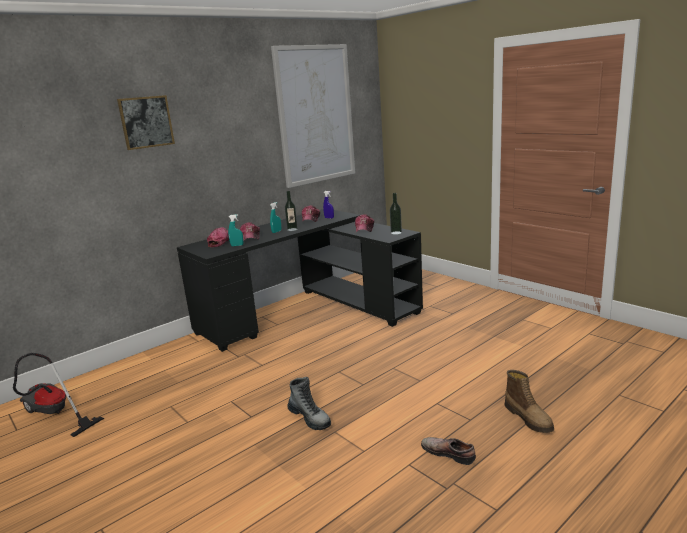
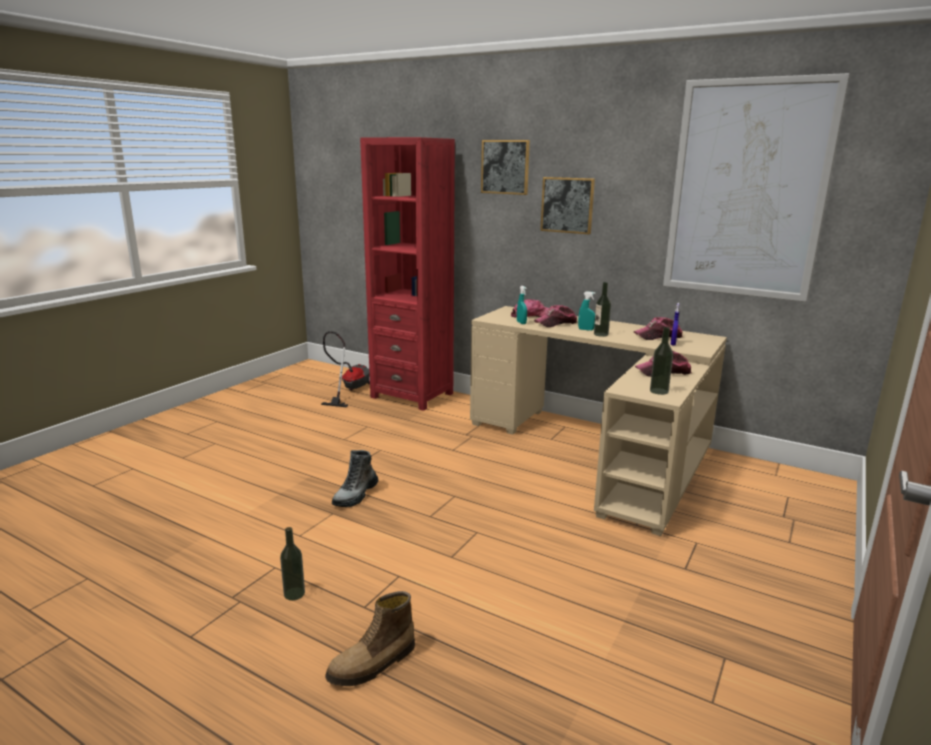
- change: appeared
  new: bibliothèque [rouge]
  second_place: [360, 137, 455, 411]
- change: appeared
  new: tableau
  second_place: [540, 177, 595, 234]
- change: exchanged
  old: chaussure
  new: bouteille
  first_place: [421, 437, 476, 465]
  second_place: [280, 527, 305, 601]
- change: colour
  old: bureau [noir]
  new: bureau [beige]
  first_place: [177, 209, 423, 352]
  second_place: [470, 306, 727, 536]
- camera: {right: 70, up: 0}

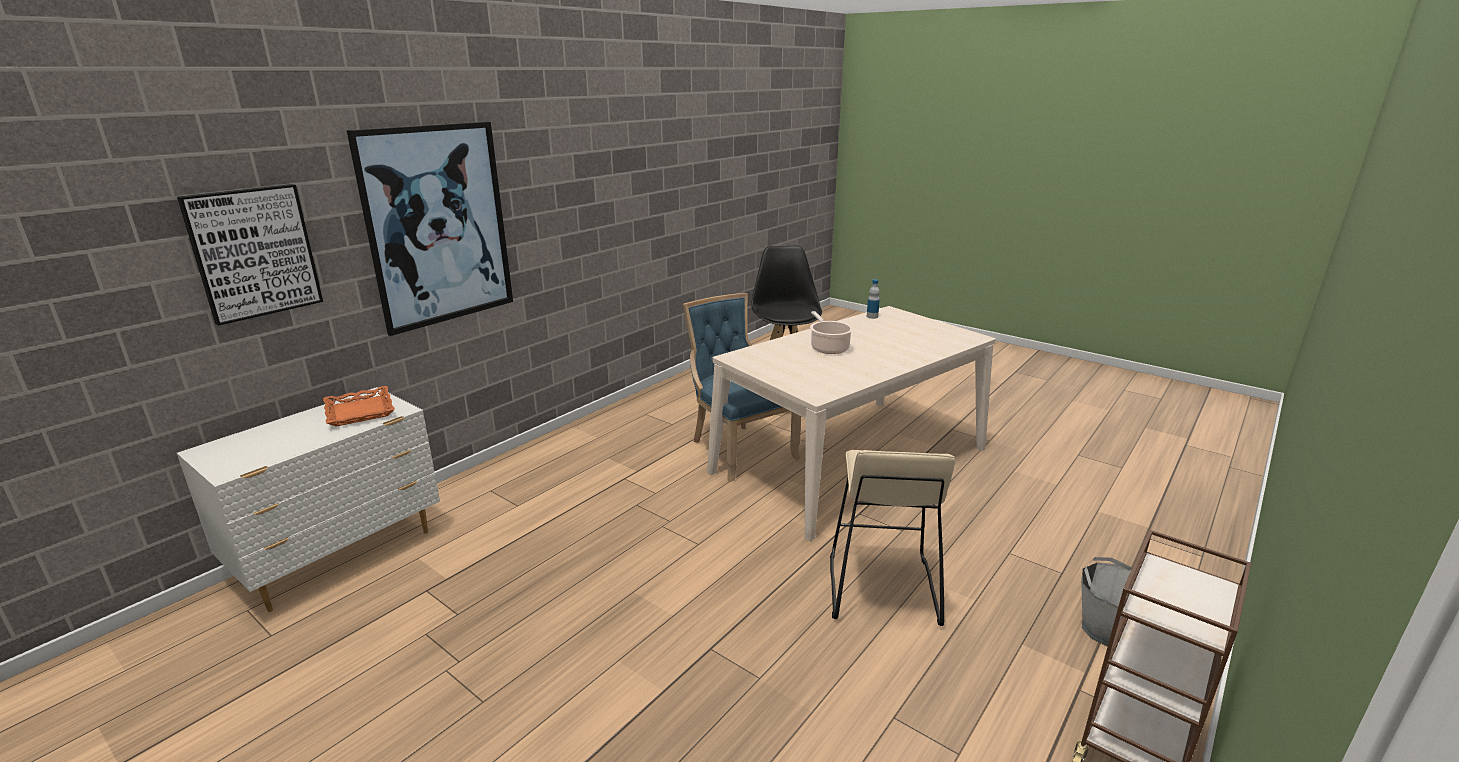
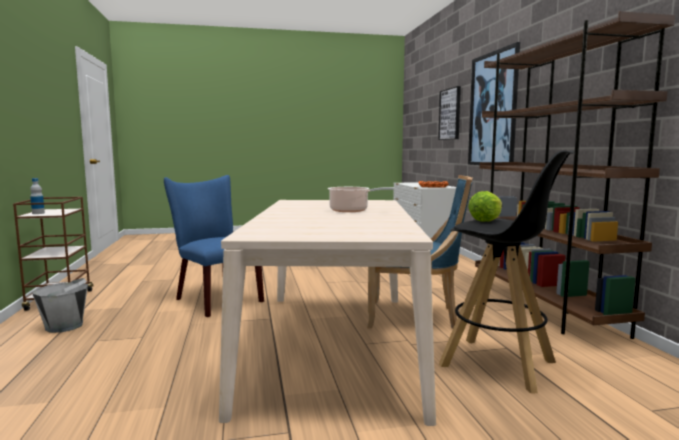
- change: appeared
  new: laitue
  second_place: [468, 191, 502, 222]
- change: appeared
  new: bibliothèque [marron]
  second_place: [475, 11, 675, 339]
- change: relocated
  old: bouteille
  first_place: [867, 279, 880, 319]
  second_place: [30, 178, 45, 214]
- change: exchanged
  old: tabouret [beige]
  new: chaise [bleu]
  first_place: [830, 450, 955, 626]
  second_place: [164, 175, 264, 317]
- camera: {right: 130, up: -15}

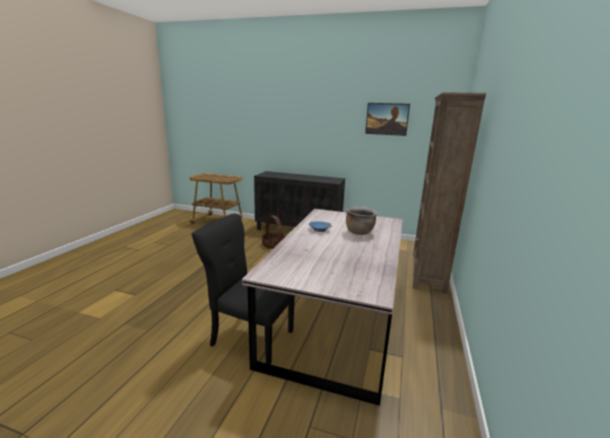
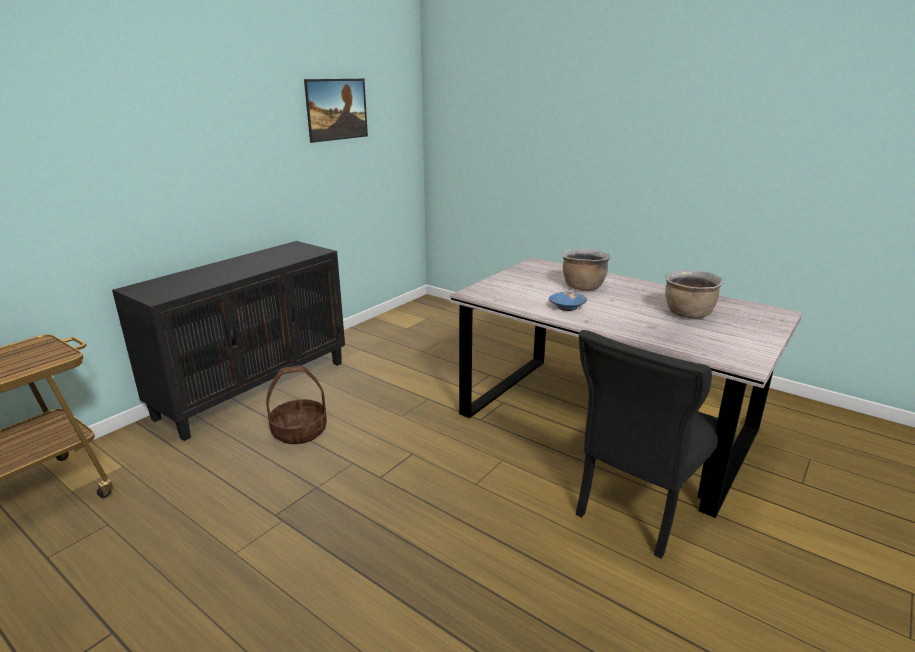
- change: missing
  old: bibliothèque [marron]
  first_place: [413, 92, 486, 294]
- change: appeared
  new: marmite [marron]
  second_place: [665, 270, 723, 319]
- camera: {right: -70, up: 5}

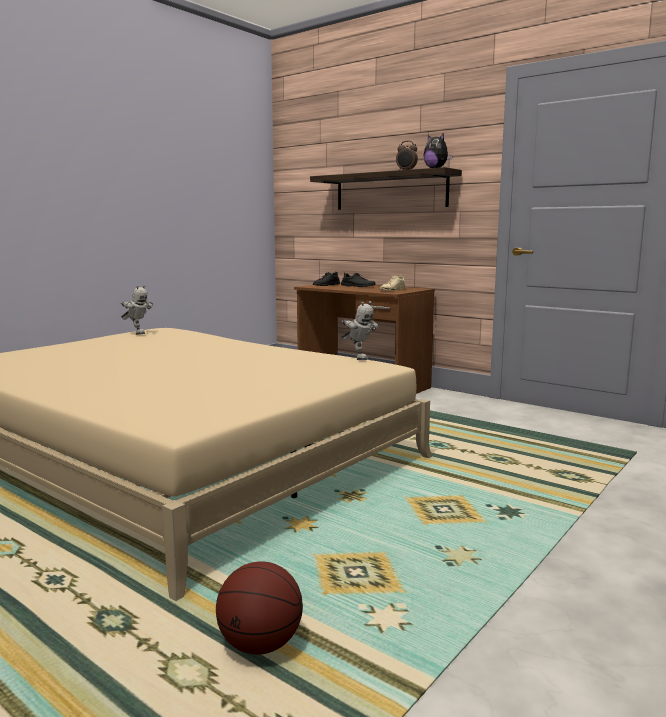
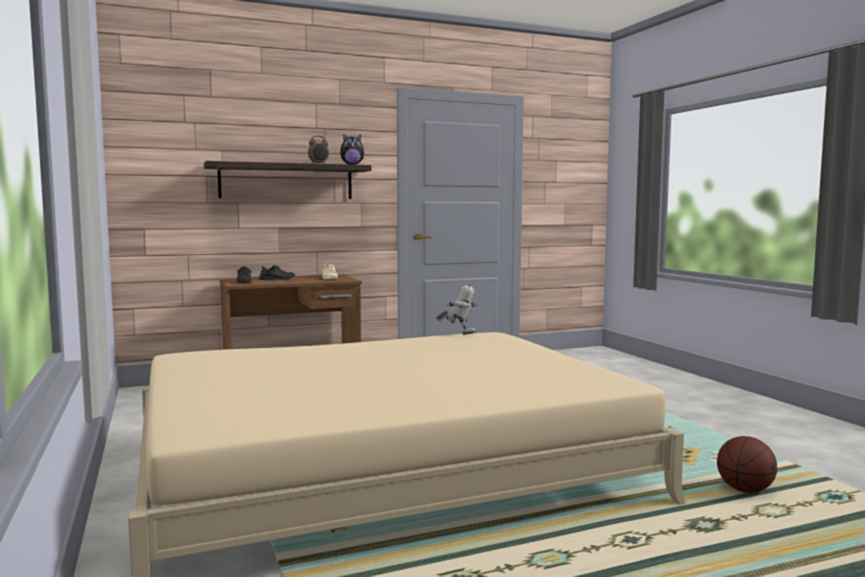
- change: missing
  old: robot jouet
  first_place: [120, 285, 153, 335]
- camera: {right: -60, up: -5}

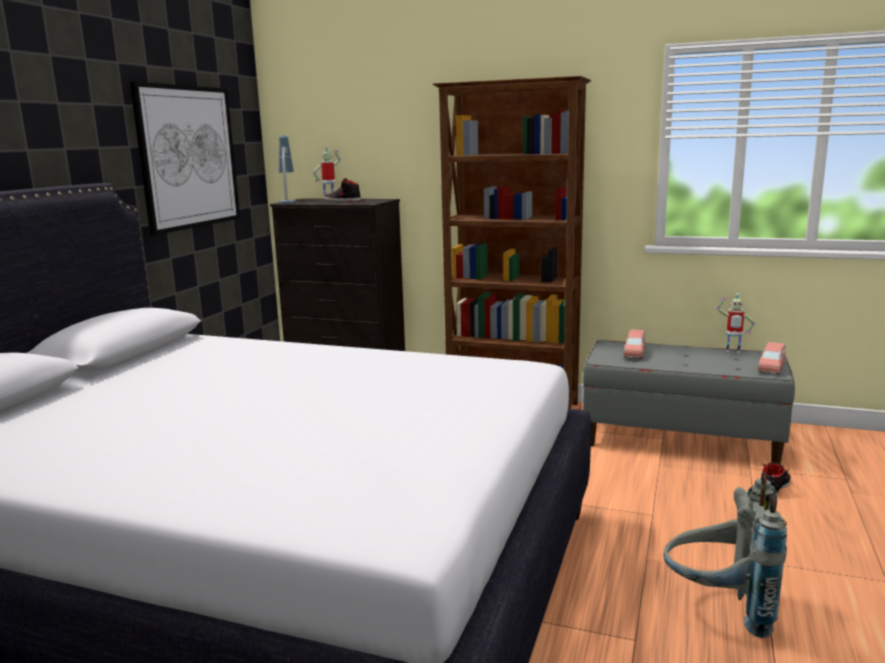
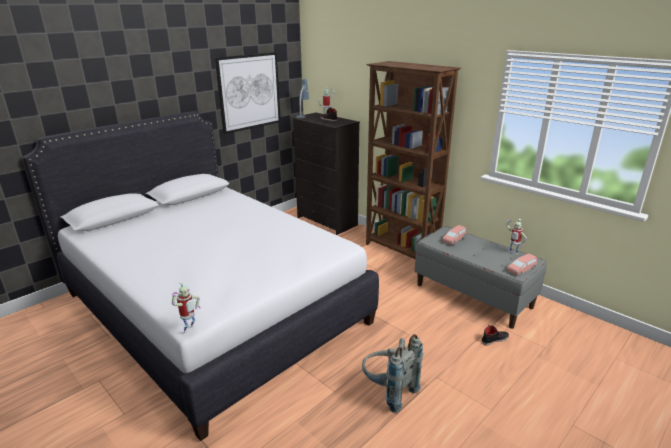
- change: appeared
  new: robot jouet
  second_place: [172, 282, 201, 333]
- camera: {right: 25, up: 10}

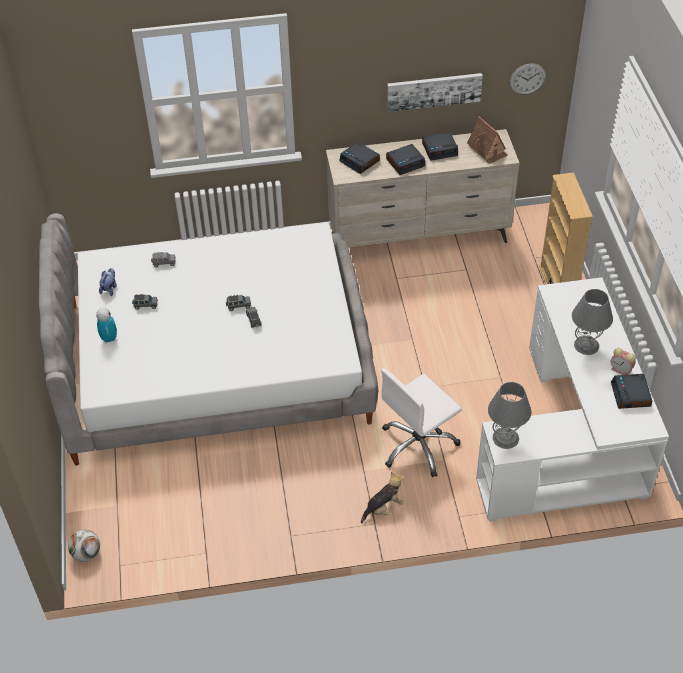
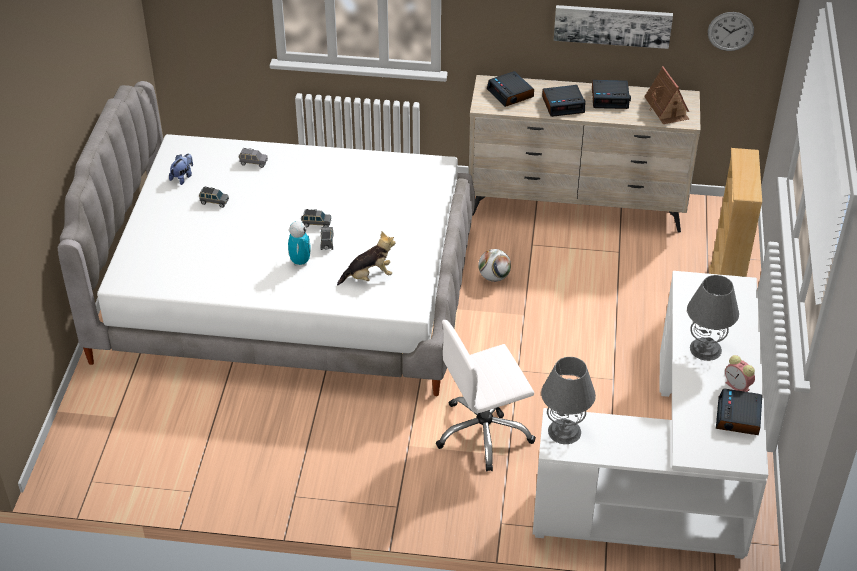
- change: relocated
  old: ballon de foot
  first_place: [68, 530, 100, 562]
  second_place: [478, 249, 511, 282]
- change: relocated
  old: robot jouet
  first_place: [96, 308, 117, 343]
  second_place: [288, 221, 311, 266]
- change: relocated
  old: peluche
  first_place: [361, 472, 404, 524]
  second_place: [337, 231, 395, 286]
- camera: {right: 15, up: -5}

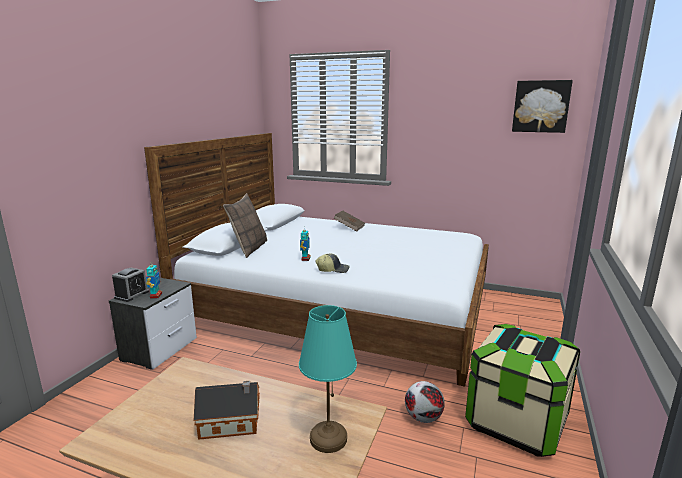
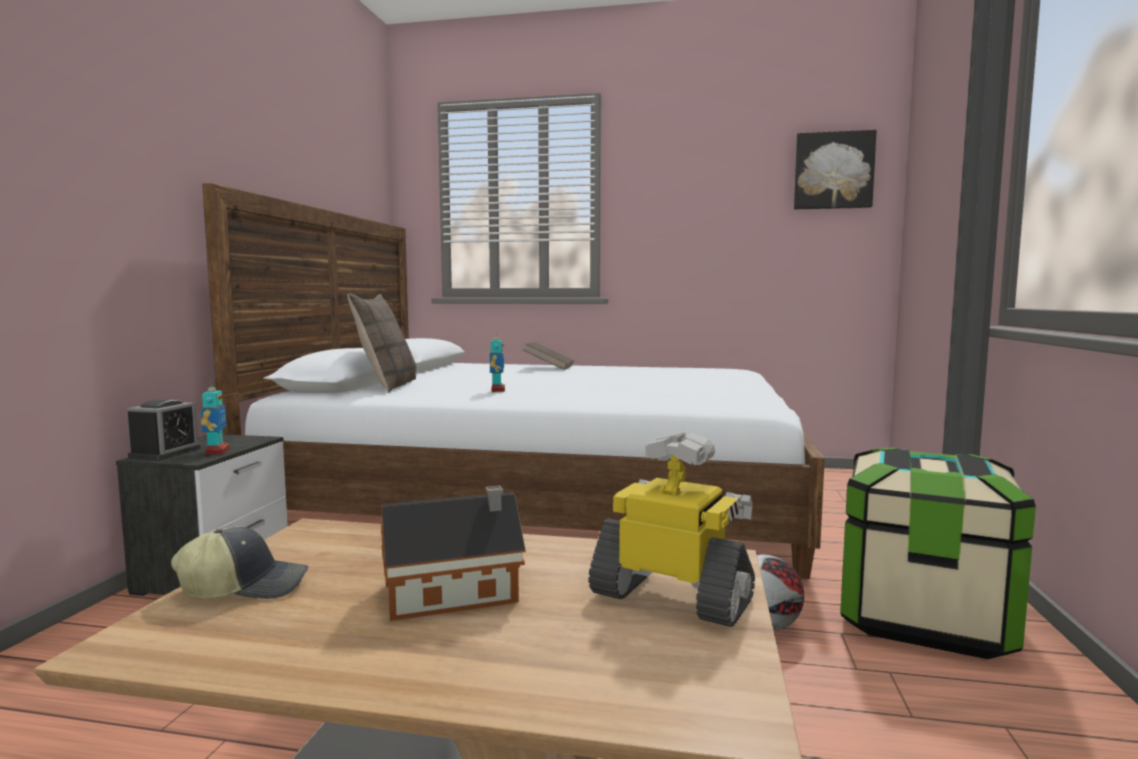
- change: relocated
  old: casquette
  first_place: [315, 253, 350, 273]
  second_place: [171, 526, 309, 599]
- change: exchanged
  old: lampe de table [turquoise]
  new: robot jouet
  first_place: [299, 305, 357, 453]
  second_place: [588, 431, 755, 627]
- camera: {right: -10, up: -10}

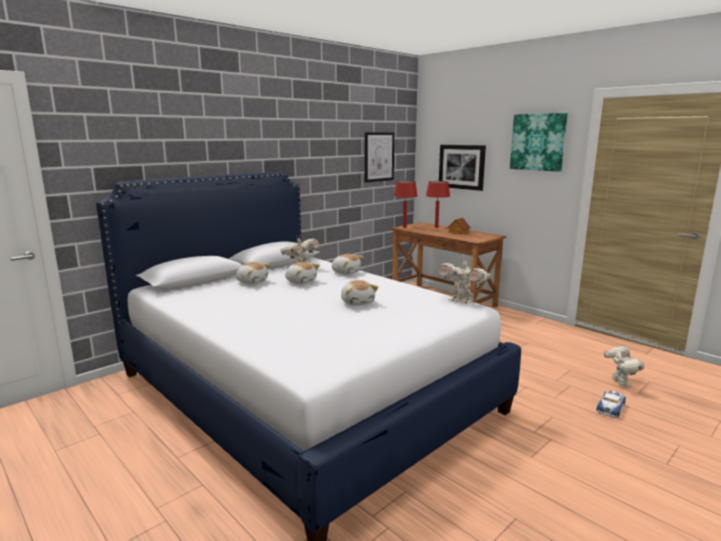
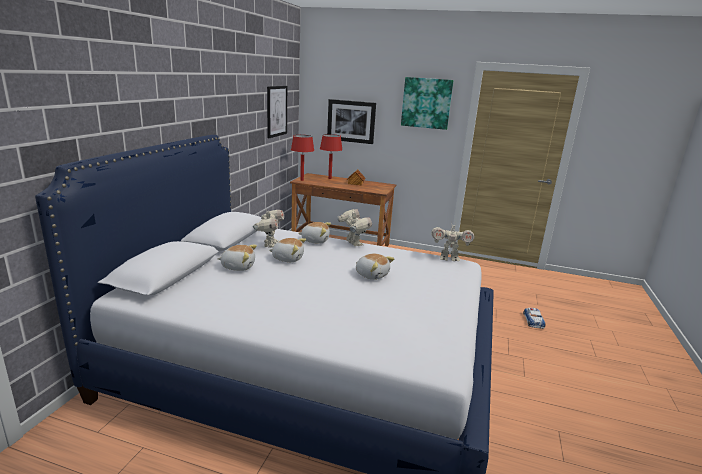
- change: relocated
  old: robot jouet
  first_place: [604, 346, 644, 387]
  second_place: [337, 209, 372, 246]
- camera: {right: -30, up: 5}

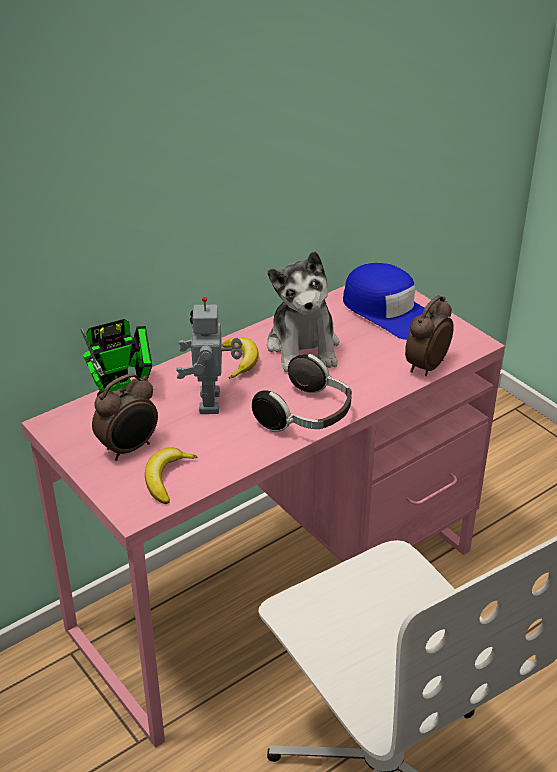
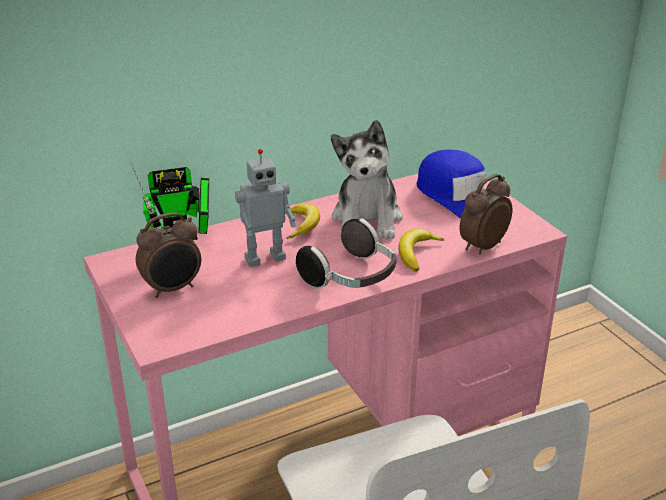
- change: relocated
  old: banane
  first_place: [145, 447, 197, 504]
  second_place: [399, 228, 444, 272]
- change: spun
  old: robot jouet
  first_place: [176, 297, 243, 414]
  second_place: [235, 149, 296, 267]
  degrees: -120
- camera: {right: 10, up: -5}

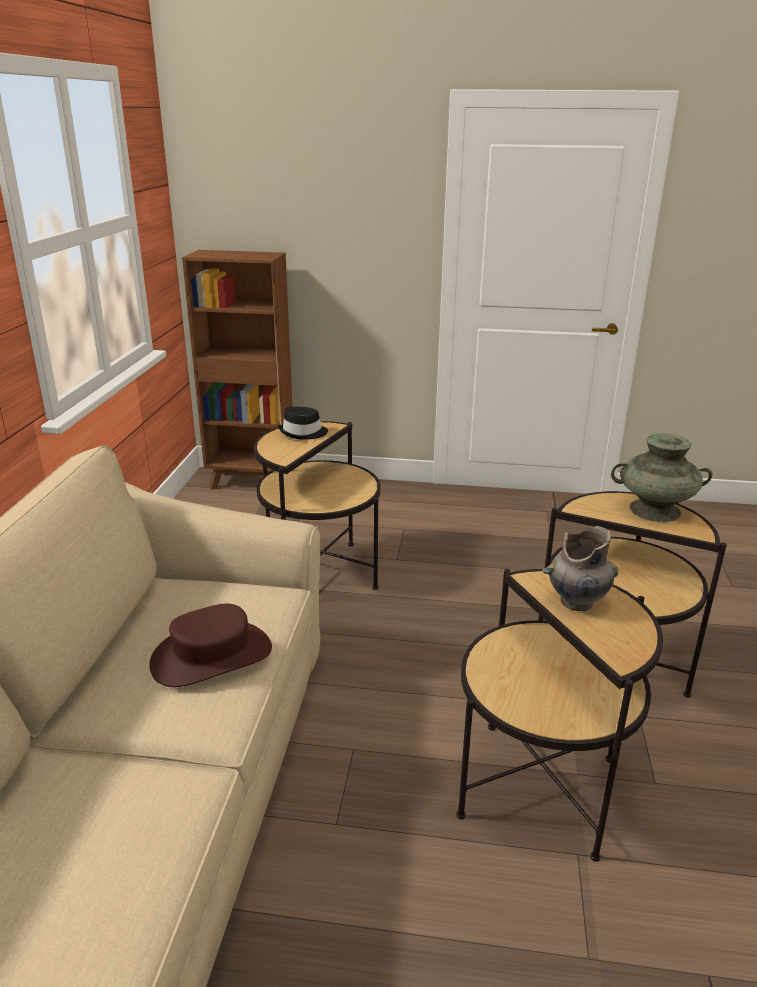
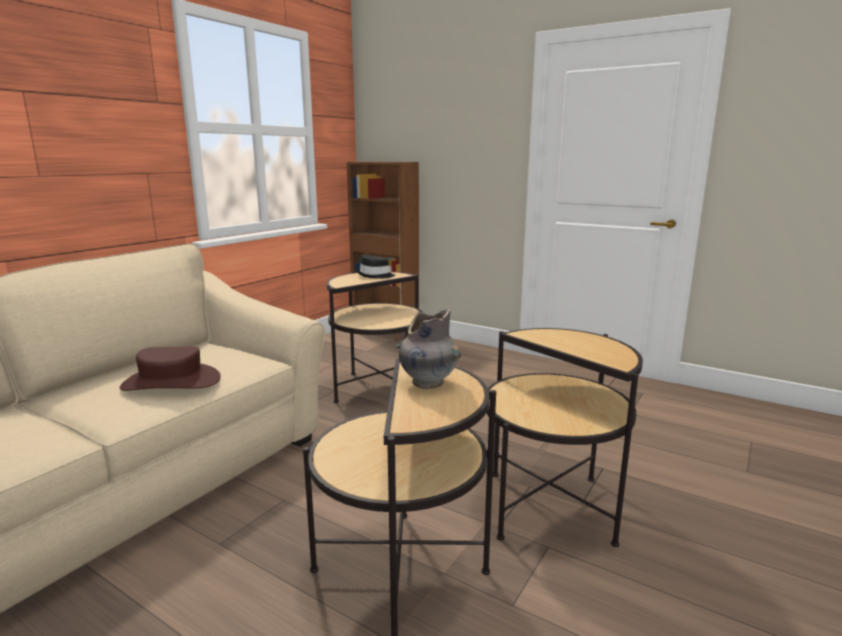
- change: missing
  old: vase [turquoise]
  first_place: [611, 433, 712, 522]
- camera: {right: 25, up: -10}

